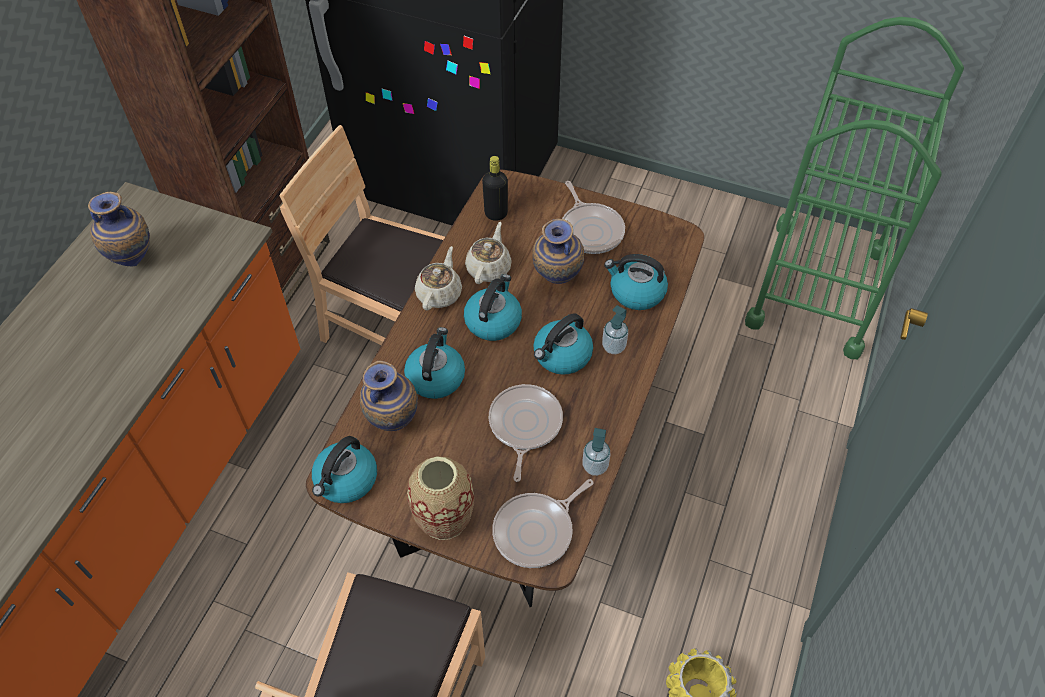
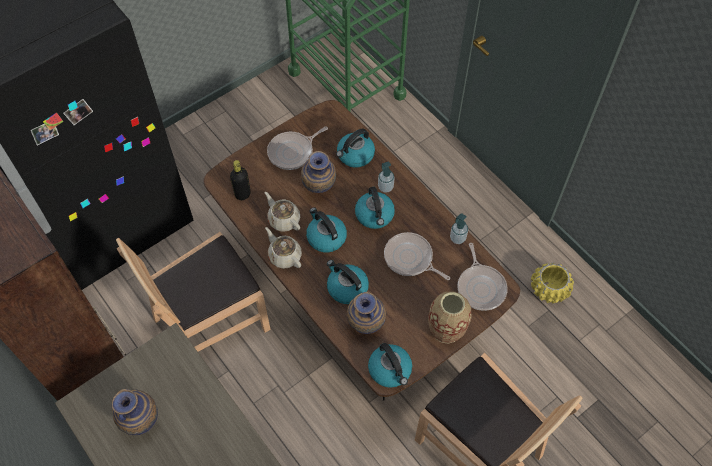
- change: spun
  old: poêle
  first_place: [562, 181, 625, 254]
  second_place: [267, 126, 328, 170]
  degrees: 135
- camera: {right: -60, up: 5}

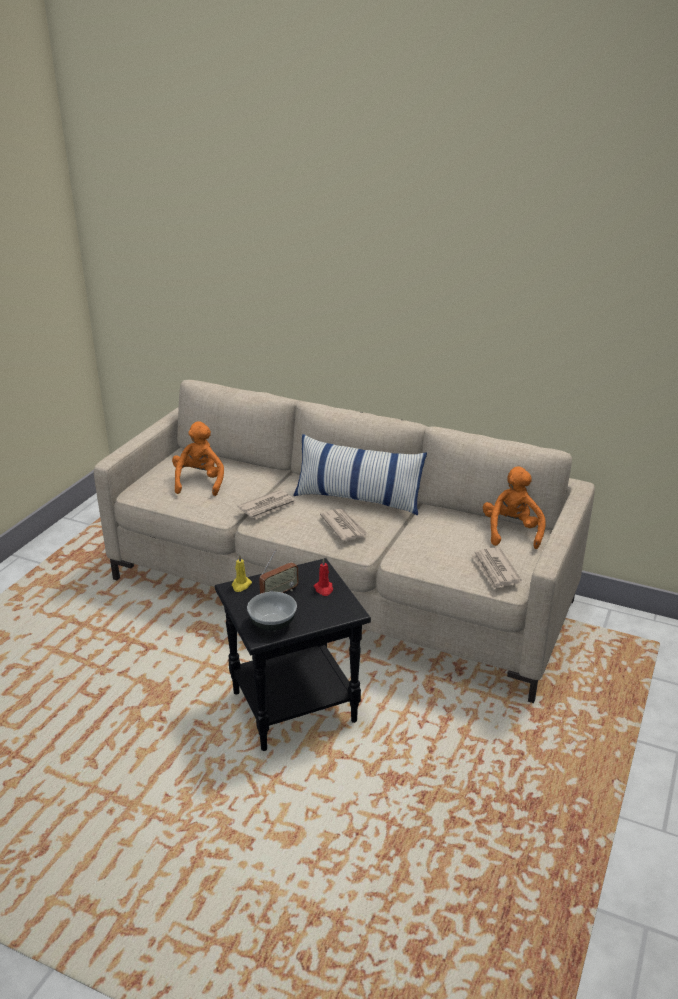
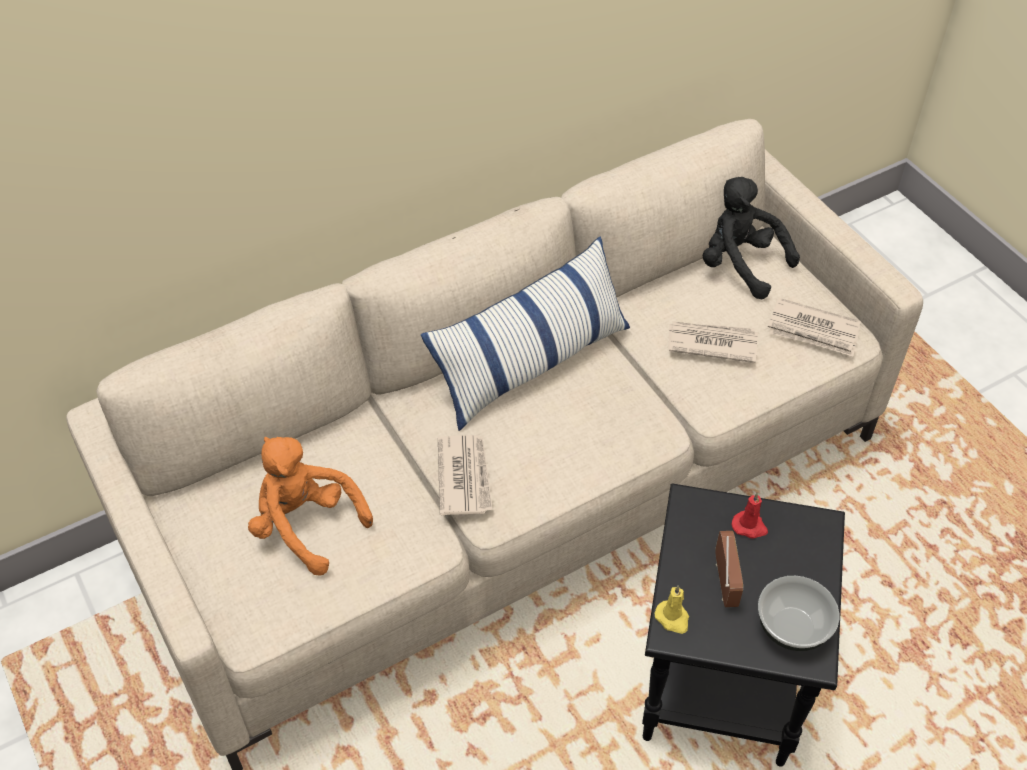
- change: relocated
  old: journal
  first_place: [320, 508, 368, 541]
  second_place: [668, 322, 758, 363]
- change: colour
  old: peluche [orange]
  new: peluche [noir]
  first_place: [483, 466, 545, 549]
  second_place: [703, 177, 800, 299]
- camera: {right: -55, up: 20}

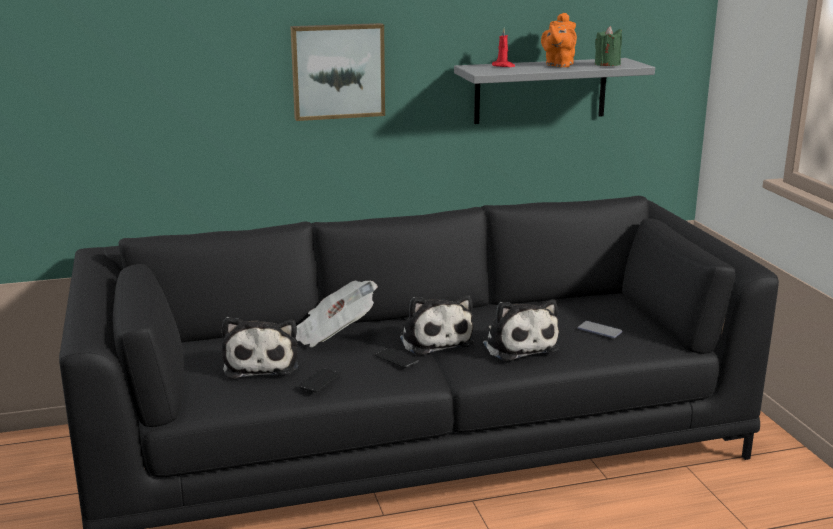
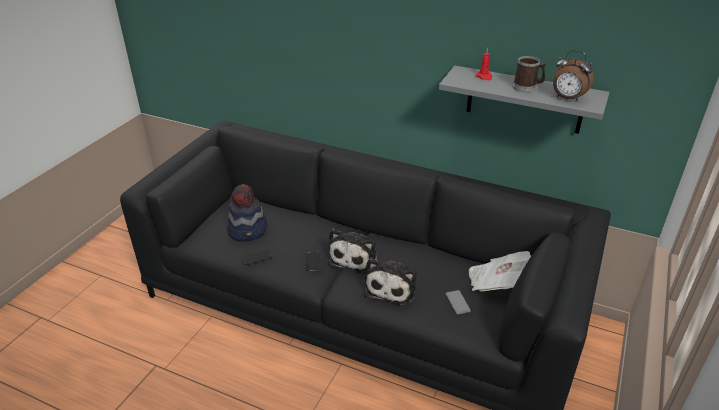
- change: missing
  old: tableau
  first_place: [290, 23, 385, 121]
- change: relocated
  old: journal
  first_place: [296, 281, 378, 347]
  second_place: [468, 251, 531, 291]
- change: exchanged
  old: peluche
  new: chapeau
  first_place: [222, 317, 298, 379]
  second_place: [227, 184, 268, 242]
- change: exchanged
  old: théière [orange]
  new: mug
  first_place: [541, 13, 577, 67]
  second_place: [512, 56, 546, 93]
- change: exchanged
  old: bougie [vert]
  new: réveil
  first_place: [595, 26, 622, 66]
  second_place: [553, 50, 594, 102]
- camera: {right: 40, up: 15}

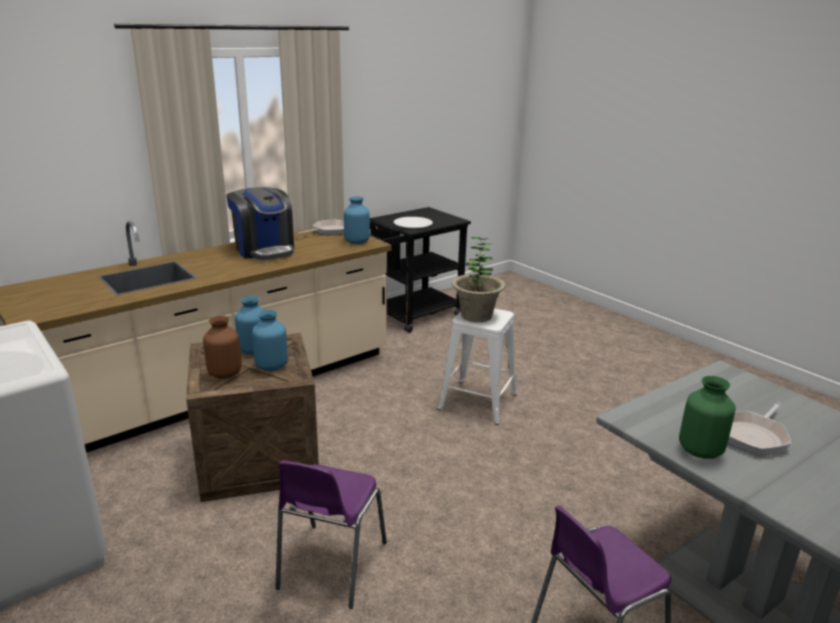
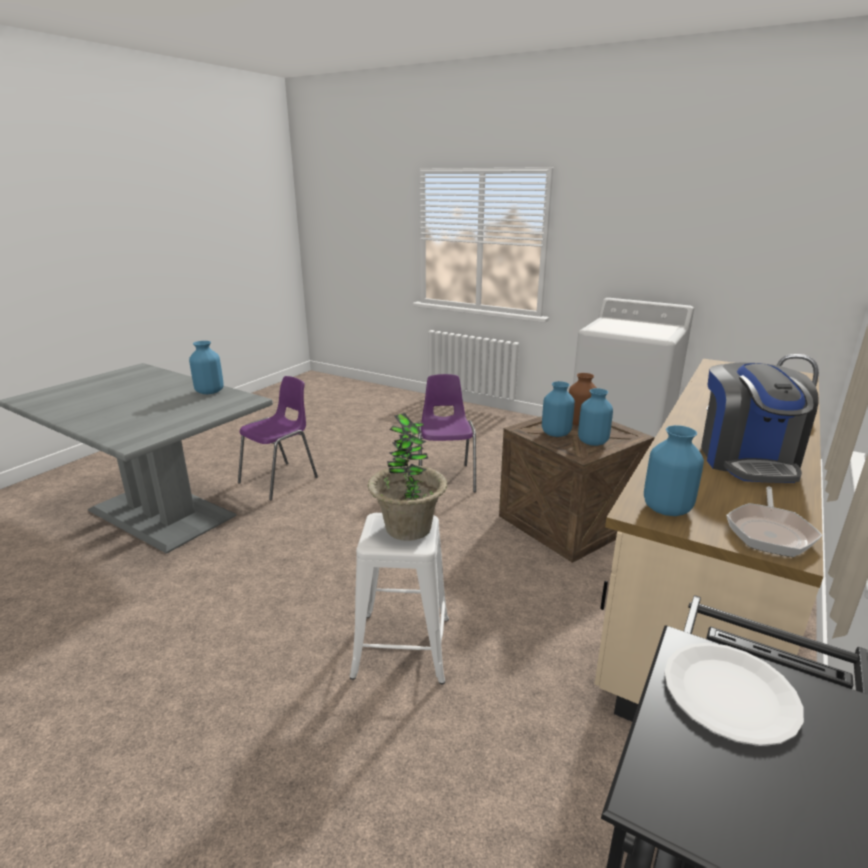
- change: missing
  old: poêle
  first_place: [728, 402, 791, 455]
- change: colour
  old: vase [vert]
  new: vase [bleu]
  first_place: [679, 376, 735, 459]
  second_place: [189, 341, 224, 394]
- change: spun
  old: machine à café
  first_place: [226, 187, 294, 260]
  second_place: [701, 363, 819, 483]
  degrees: -120
- camera: {right: 160, up: 0}

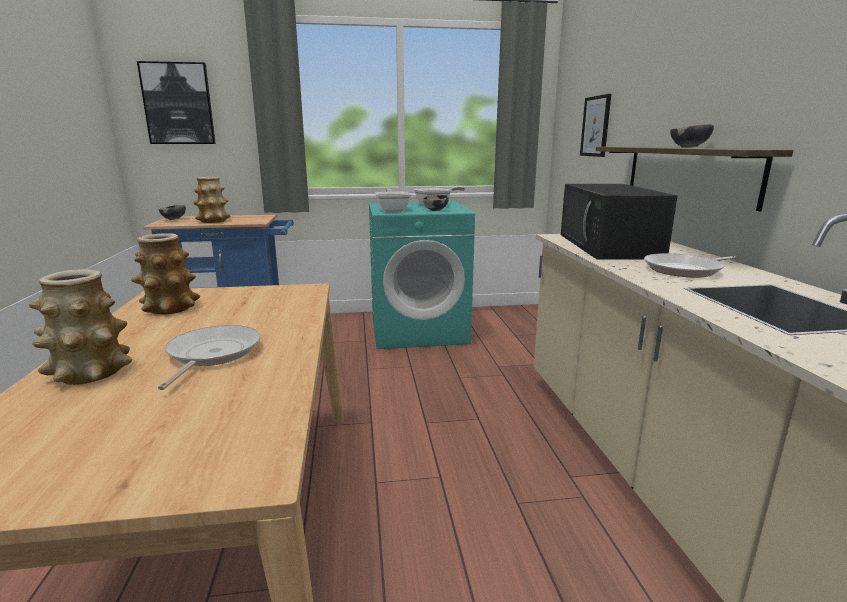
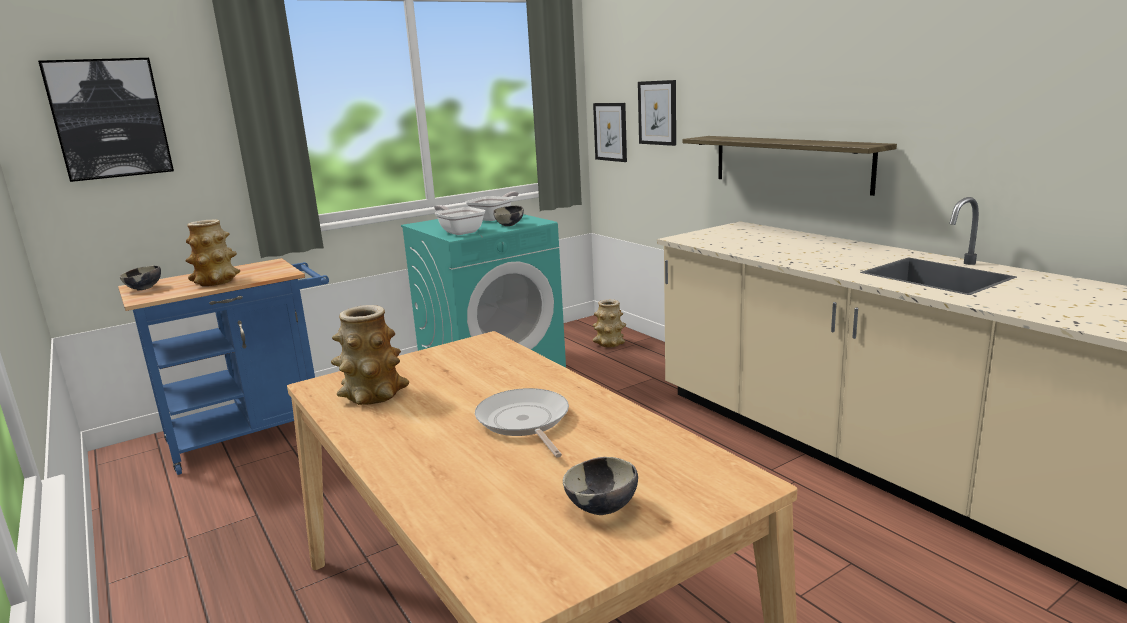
- change: missing
  old: micro-ondes [noir]
  first_place: [561, 184, 678, 260]
- change: missing
  old: poêle
  first_place: [644, 253, 737, 278]
- change: appeared
  new: tableau
  second_place: [593, 103, 627, 162]
- change: relocated
  old: vase
  first_place: [29, 269, 132, 385]
  second_place: [593, 299, 626, 347]
- change: relocated
  old: bol
  first_place: [670, 124, 714, 148]
  second_place: [563, 457, 638, 515]
- camera: {right: -25, up: 0}

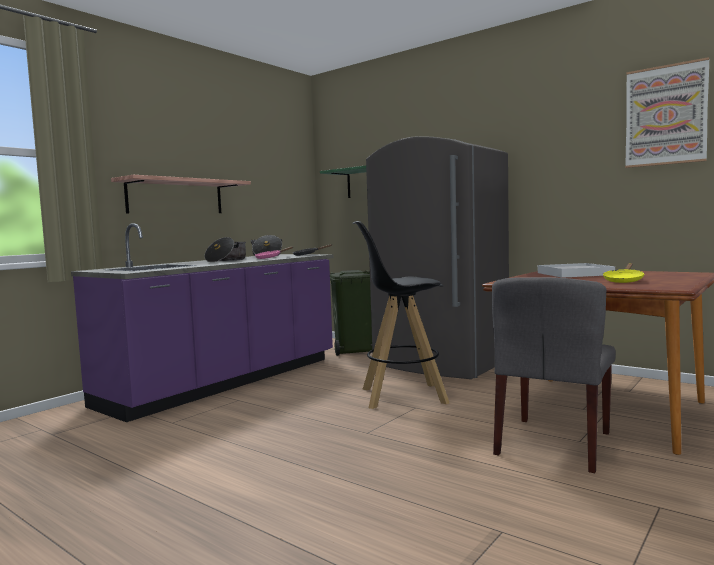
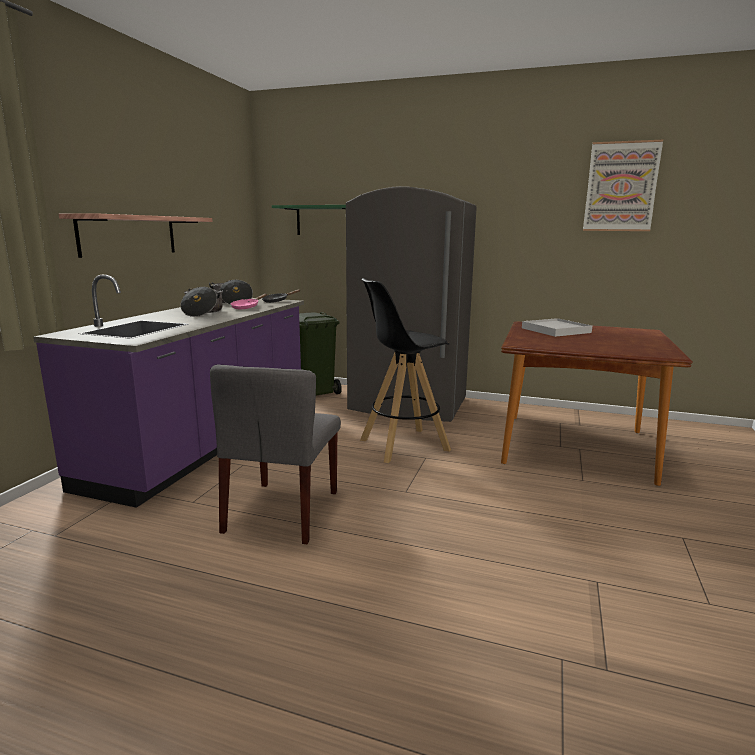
- change: missing
  old: poêle [jaune]
  first_place: [603, 263, 645, 283]
- change: relocated
  old: chaise [gris]
  first_place: [492, 277, 616, 473]
  second_place: [210, 364, 341, 544]
- camera: {right: -20, up: 10}

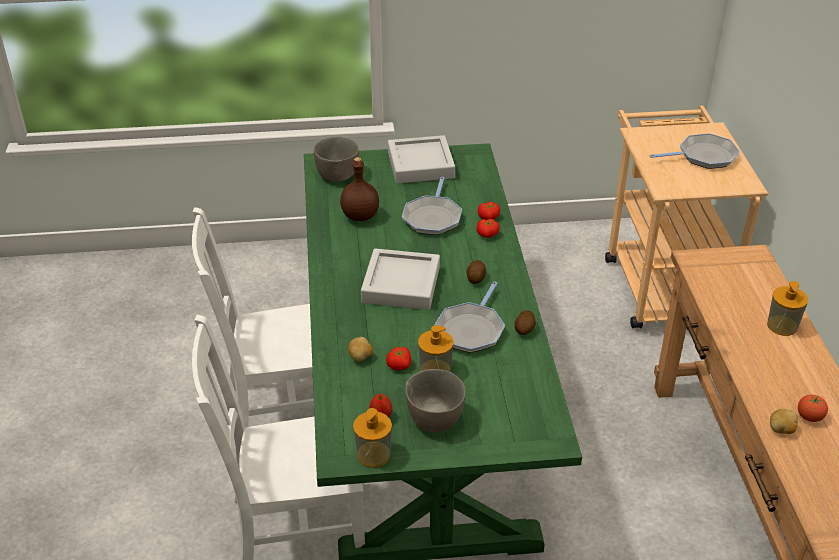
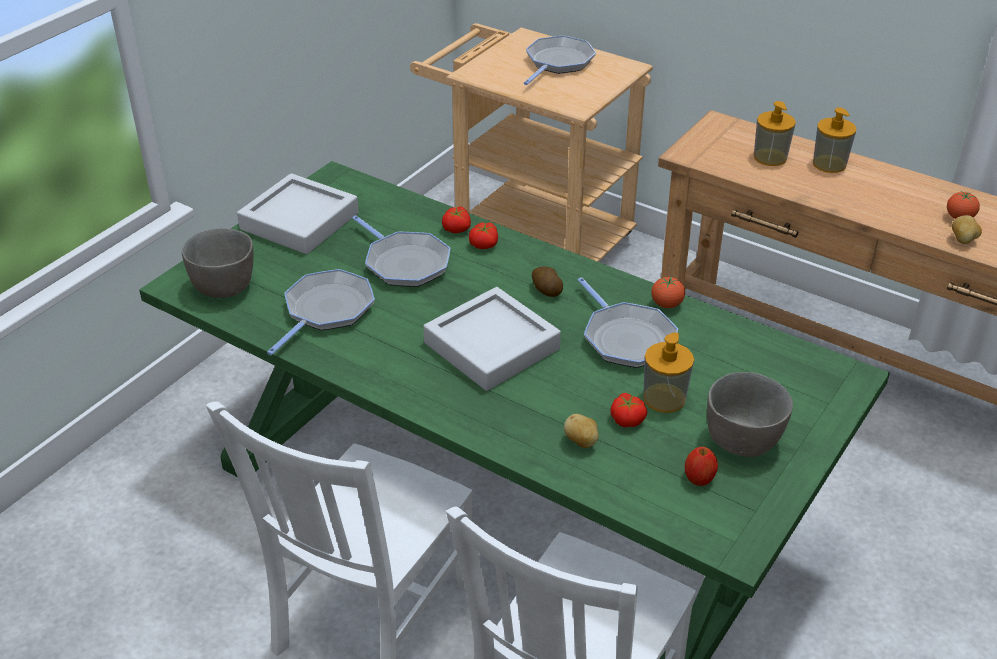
- change: relocated
  old: distributeur de savon
  first_place: [353, 408, 392, 468]
  second_place: [754, 101, 796, 166]
- change: exchanged
  old: bouteille [marron]
  new: poêle
  first_place: [340, 157, 379, 221]
  second_place: [267, 269, 375, 355]
- change: exchanged
  old: pomme de terre
  new: tomate
  first_place: [515, 310, 536, 335]
  second_place: [651, 277, 685, 308]
- camera: {right: -50, up: 0}

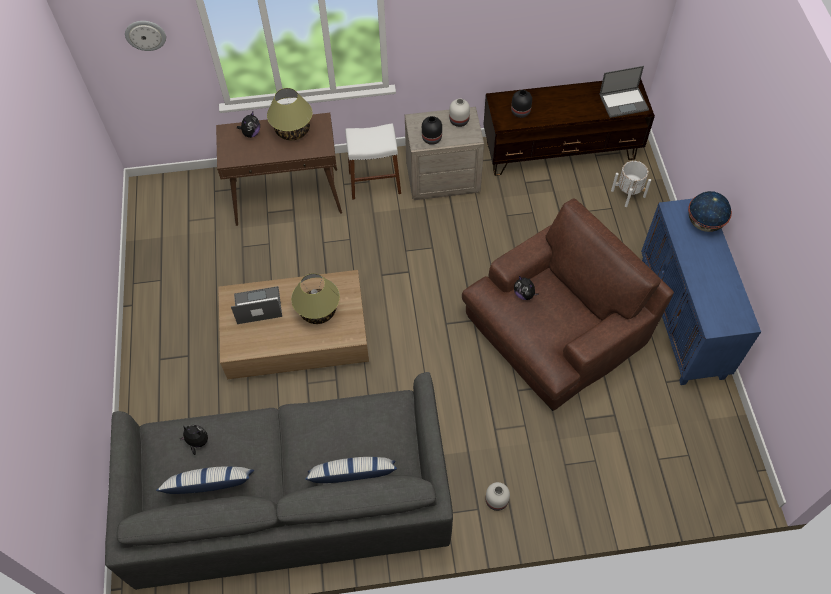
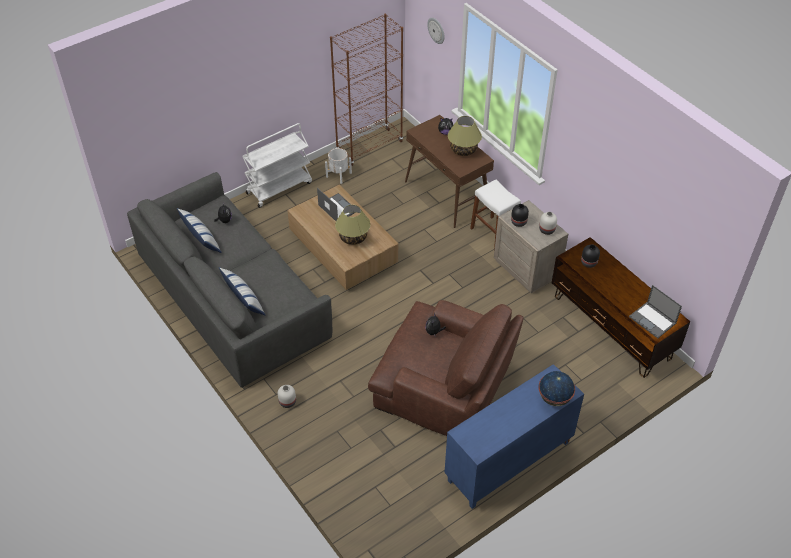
- change: appeared
  new: chariot [blanc]
  second_place: [242, 123, 312, 208]
- change: appeared
  new: bibliothèque [marron]
  second_place: [330, 13, 403, 166]
- change: relocated
  old: cache-pot [blanc]
  first_place: [611, 161, 651, 207]
  second_place: [325, 148, 352, 184]
- camera: {right: 60, up: -10}

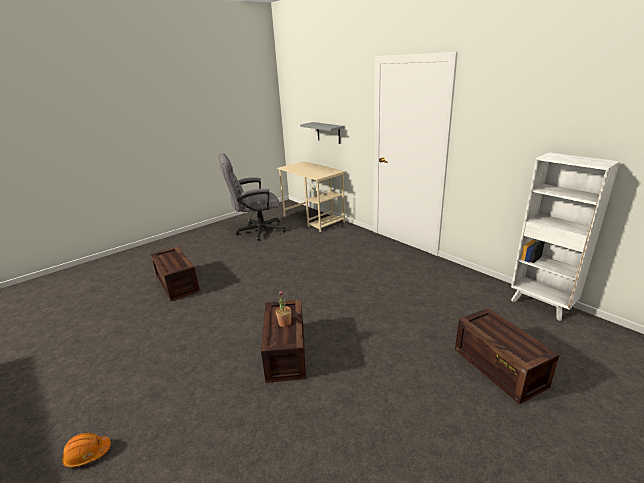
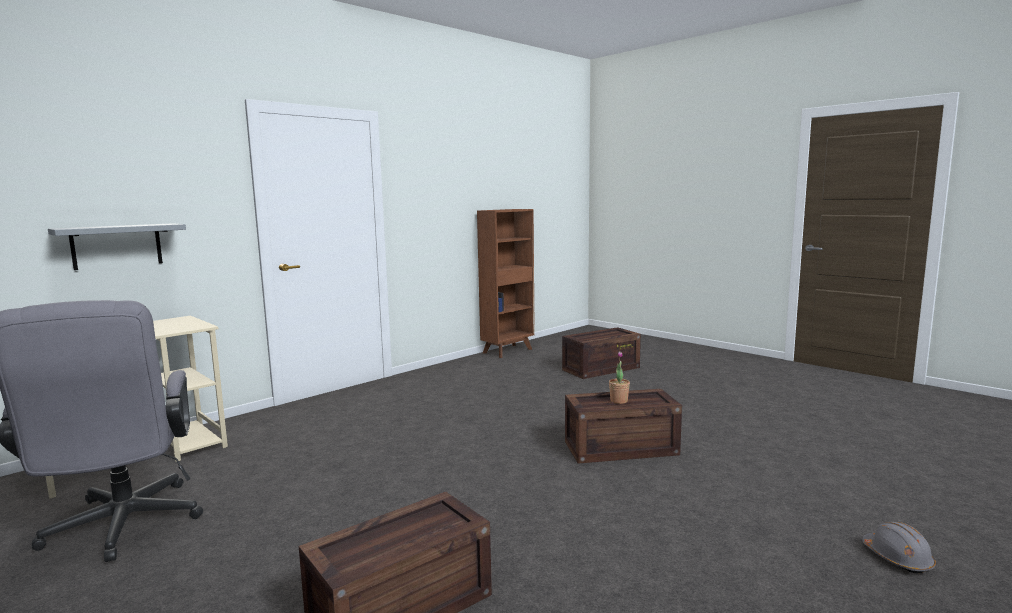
- change: colour
  old: casque de chantier [orange]
  new: casque de chantier [gris]
  first_place: [62, 433, 111, 468]
  second_place: [862, 522, 936, 573]
- change: colour
  old: bibliothèque [blanc]
  new: bibliothèque [marron]
  first_place: [511, 152, 620, 321]
  second_place: [477, 209, 535, 358]
- camera: {right: -95, up: -15}

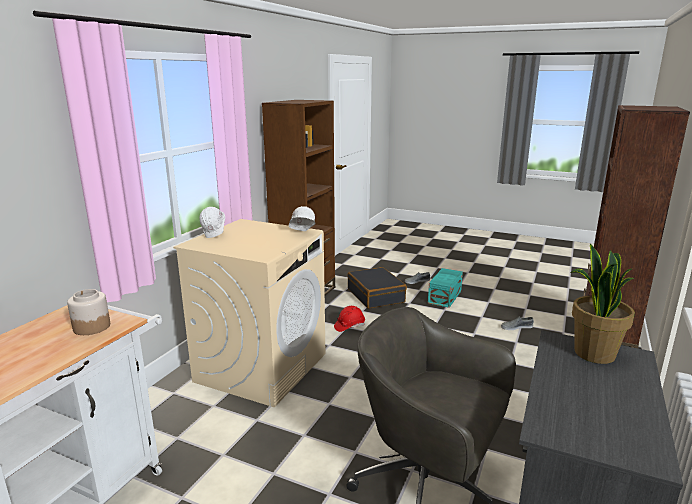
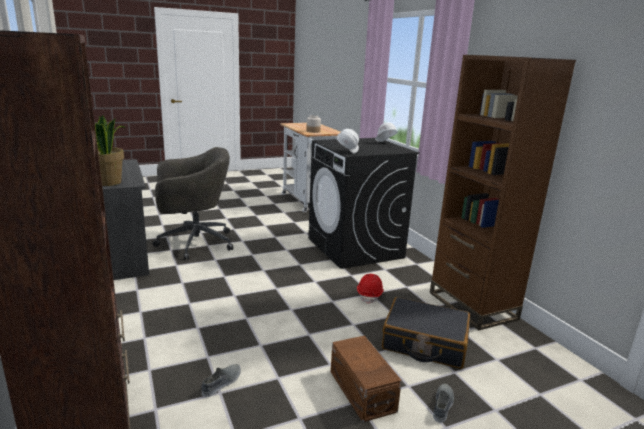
- change: colour
  old: lave-linge [beige]
  new: lave-linge [noir]
  first_place: [173, 219, 325, 407]
  second_place: [308, 138, 420, 269]
- change: colour
  old: boîte de rangement [turquoise]
  new: boîte de rangement [marron]
  first_place: [428, 268, 463, 308]
  second_place: [331, 336, 402, 422]
- camera: {right: 130, up: 0}

